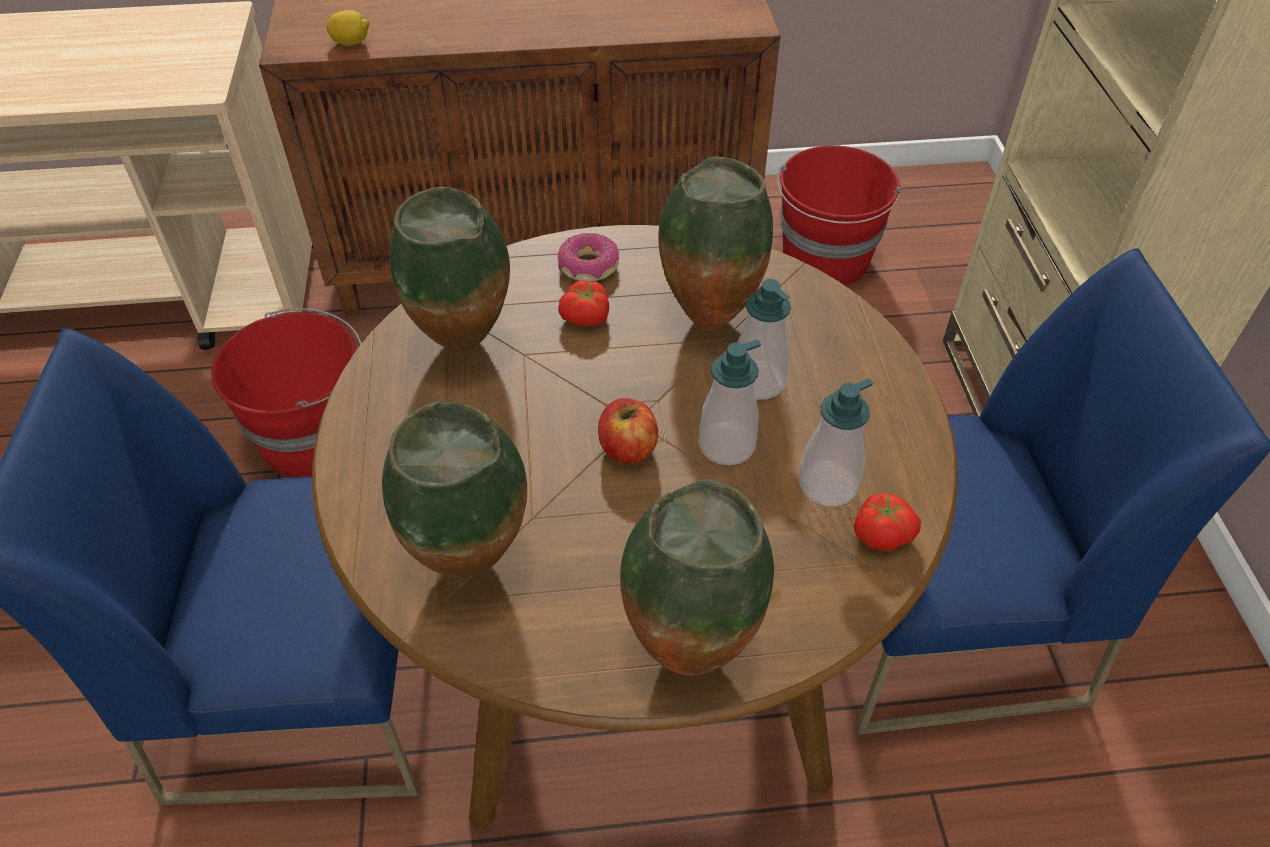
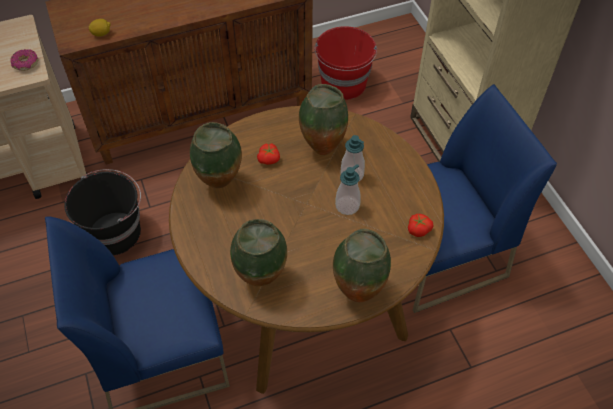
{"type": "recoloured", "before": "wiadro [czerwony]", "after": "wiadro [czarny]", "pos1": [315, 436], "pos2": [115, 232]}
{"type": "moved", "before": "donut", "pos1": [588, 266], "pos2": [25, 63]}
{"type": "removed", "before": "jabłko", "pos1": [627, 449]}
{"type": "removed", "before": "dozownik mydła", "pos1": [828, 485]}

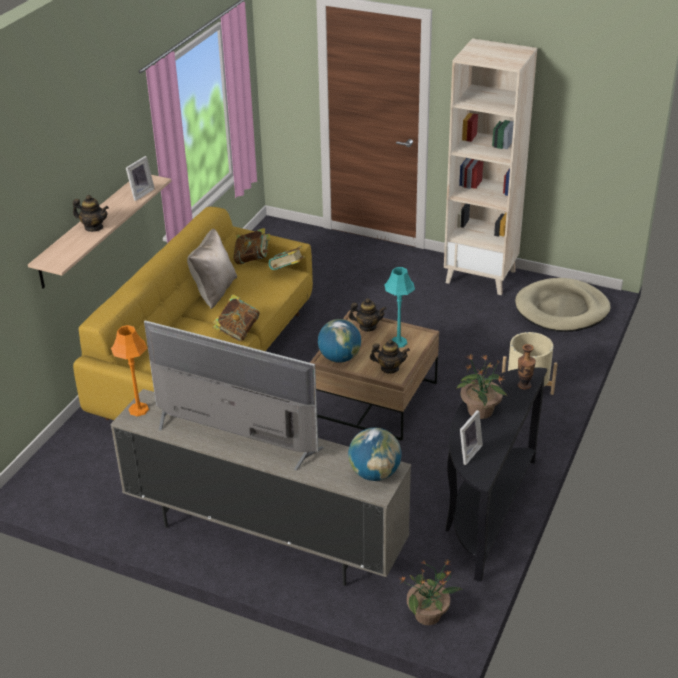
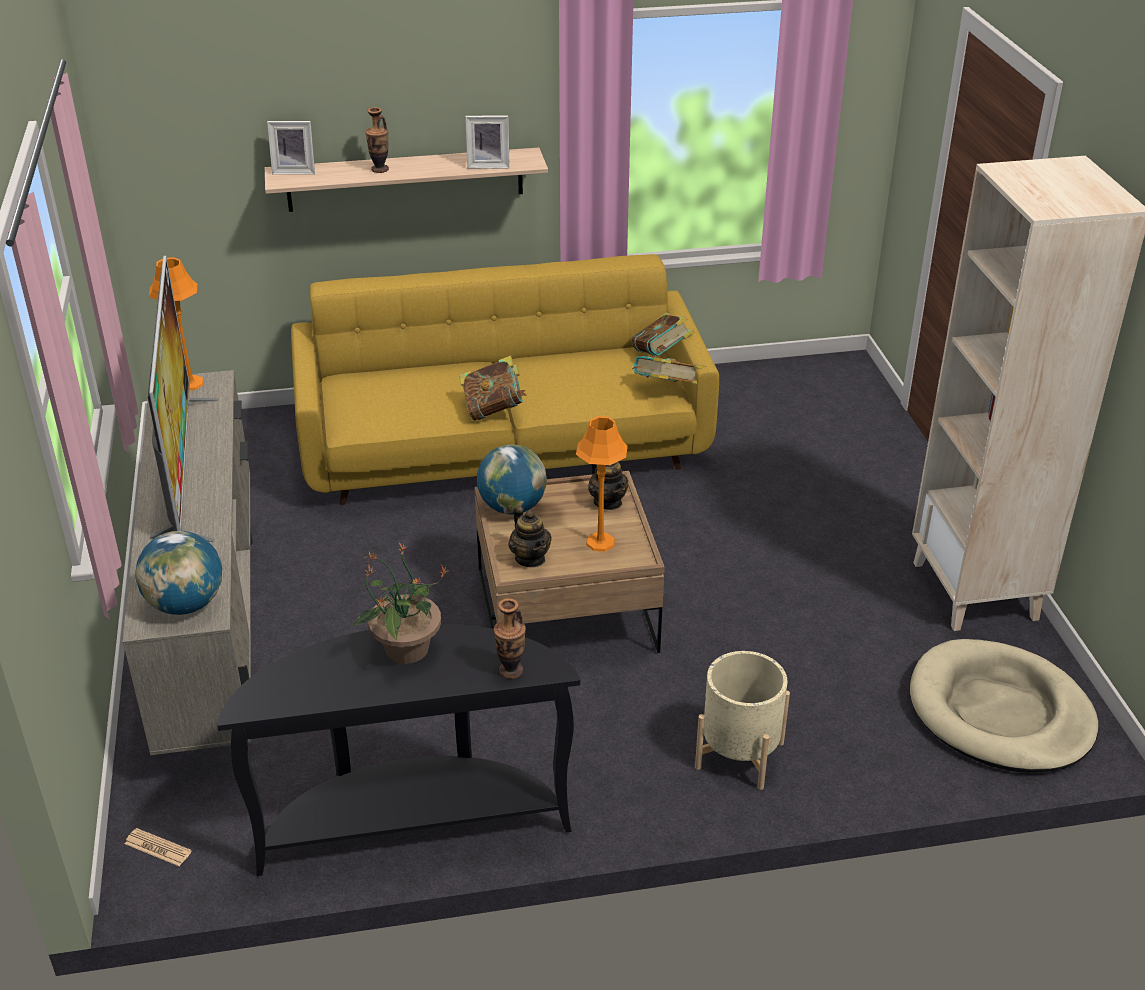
{"type": "replaced", "before": "imbryk", "after": "wazon", "pos1": [93, 227], "pos2": [380, 169]}
{"type": "removed", "before": "poduszka [beżowy]", "pos1": [214, 291]}
{"type": "recoloured", "before": "lampa stołowa [turkusowy]", "after": "lampa stołowa [pomarańczowy]", "pos1": [398, 342], "pos2": [600, 542]}
{"type": "replaced", "before": "roślina doniczkowa", "after": "gazeta", "pos1": [428, 615], "pos2": [158, 848]}
{"type": "moved", "before": "ramka na zdjęcie", "pos1": [467, 452], "pos2": [294, 170]}

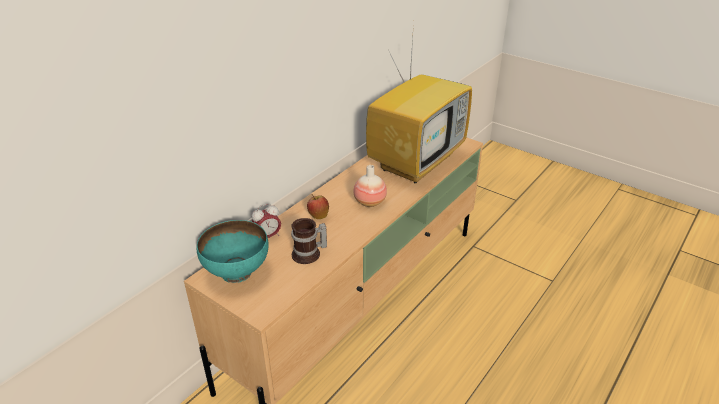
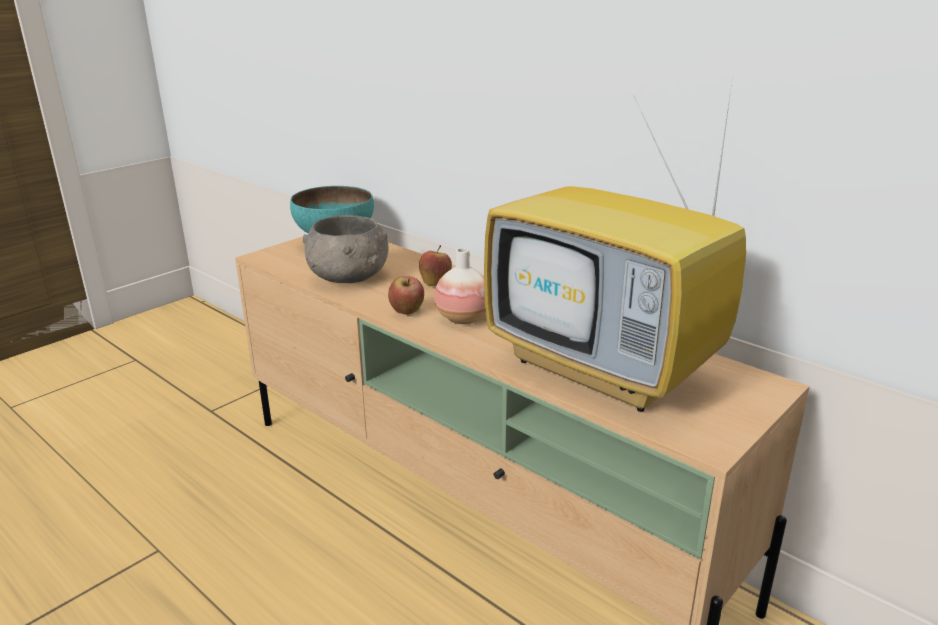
{"type": "removed", "before": "budzik", "pos1": [268, 236]}
{"type": "replaced", "before": "kubek", "after": "miska [szary]", "pos1": [309, 255], "pos2": [349, 277]}
{"type": "added", "after": "jabłko", "pos2": [407, 312]}

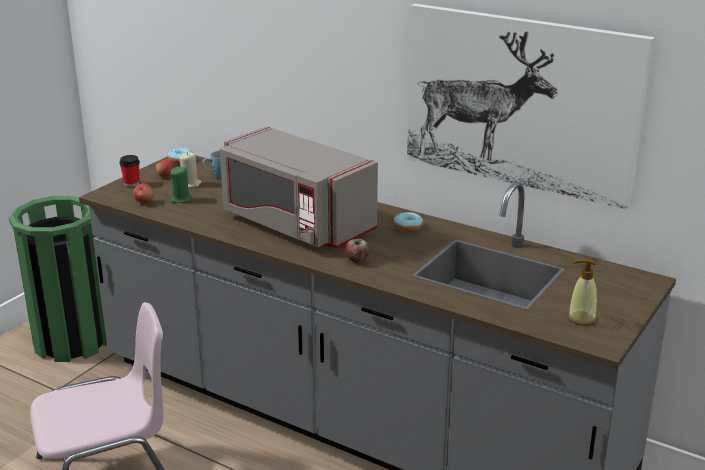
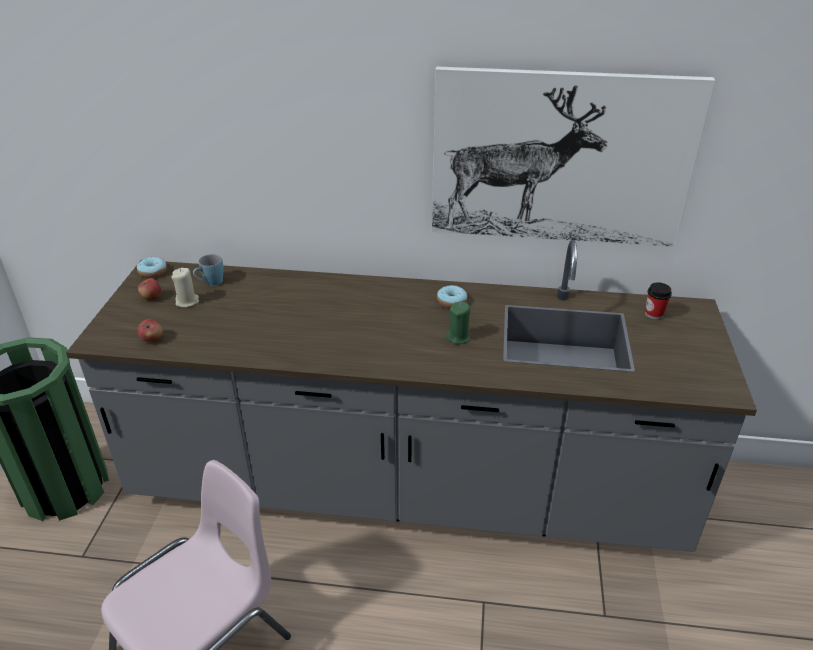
{"type": "moved", "before": "filiżanka", "pos1": [131, 184], "pos2": [654, 314]}
{"type": "moved", "before": "świeca [zielony]", "pos1": [181, 199], "pos2": [458, 337]}
{"type": "removed", "before": "mikrofalówka [szary]", "pos1": [295, 223]}
{"type": "removed", "before": "jabłko", "pos1": [357, 260]}
{"type": "removed", "before": "dozownik mydła", "pos1": [581, 319]}

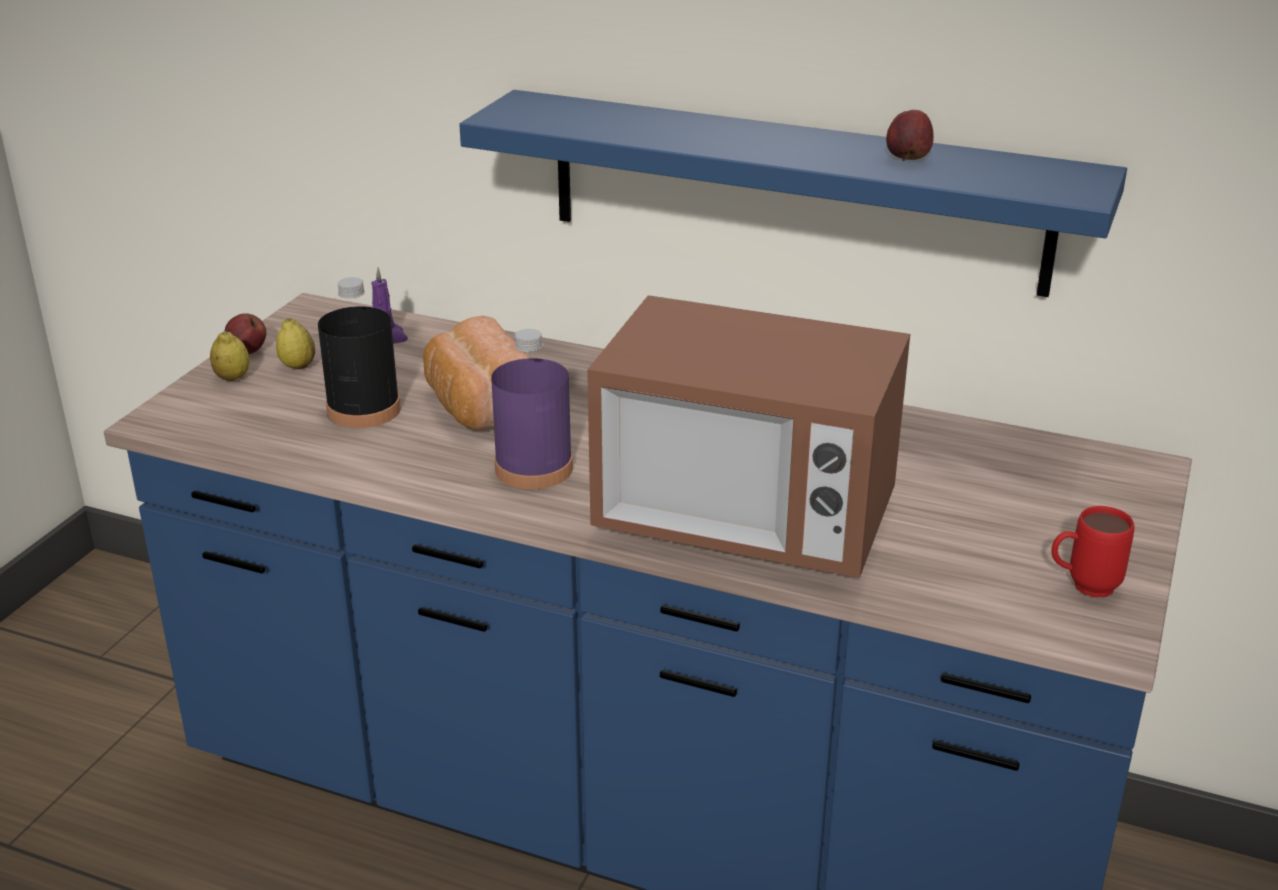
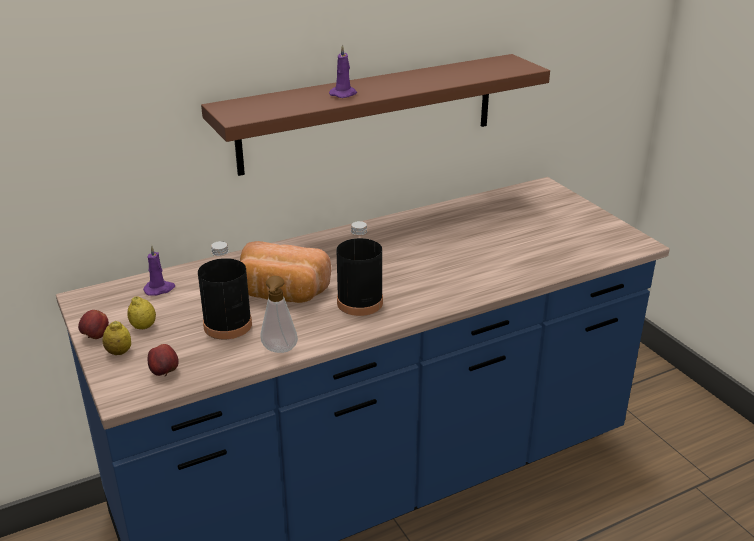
{"type": "recoloured", "before": "półka [niebieski]", "after": "półka [brązowy]", "pos1": [795, 191], "pos2": [369, 113]}
{"type": "recoloured", "before": "butelka [fioletowy]", "after": "butelka [czarny]", "pos1": [534, 468], "pos2": [360, 303]}
{"type": "removed", "before": "mikrofalówka", "pos1": [744, 521]}
{"type": "moved", "before": "jabłko", "pos1": [908, 159], "pos2": [165, 373]}
{"type": "removed", "before": "kubek [czerwony]", "pos1": [1082, 587]}
{"type": "added", "after": "dozownik mydła", "pos2": [279, 351]}
{"type": "added", "after": "świeca [fioletowy]", "pos2": [344, 94]}

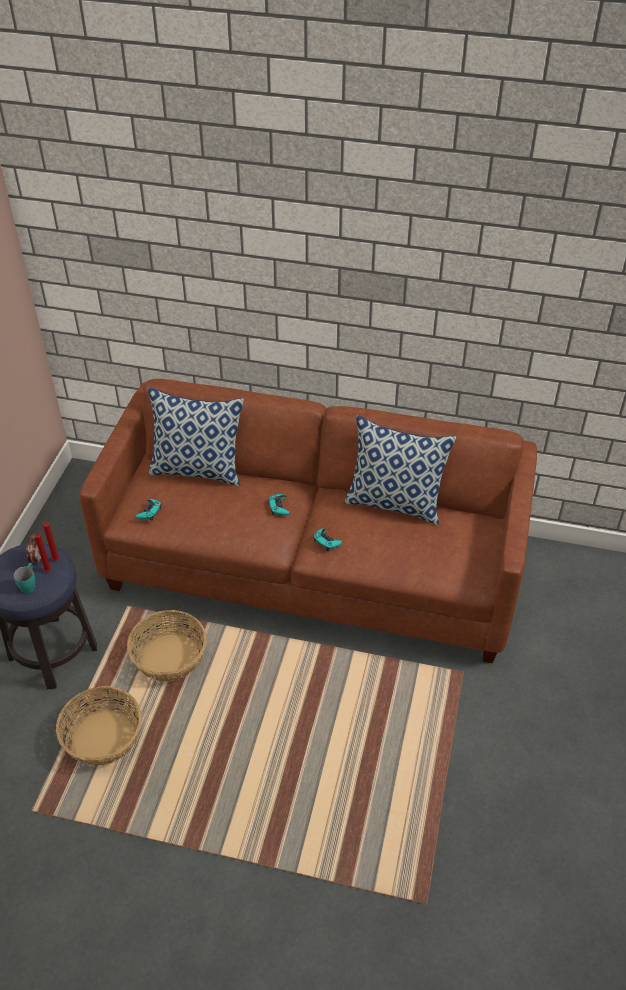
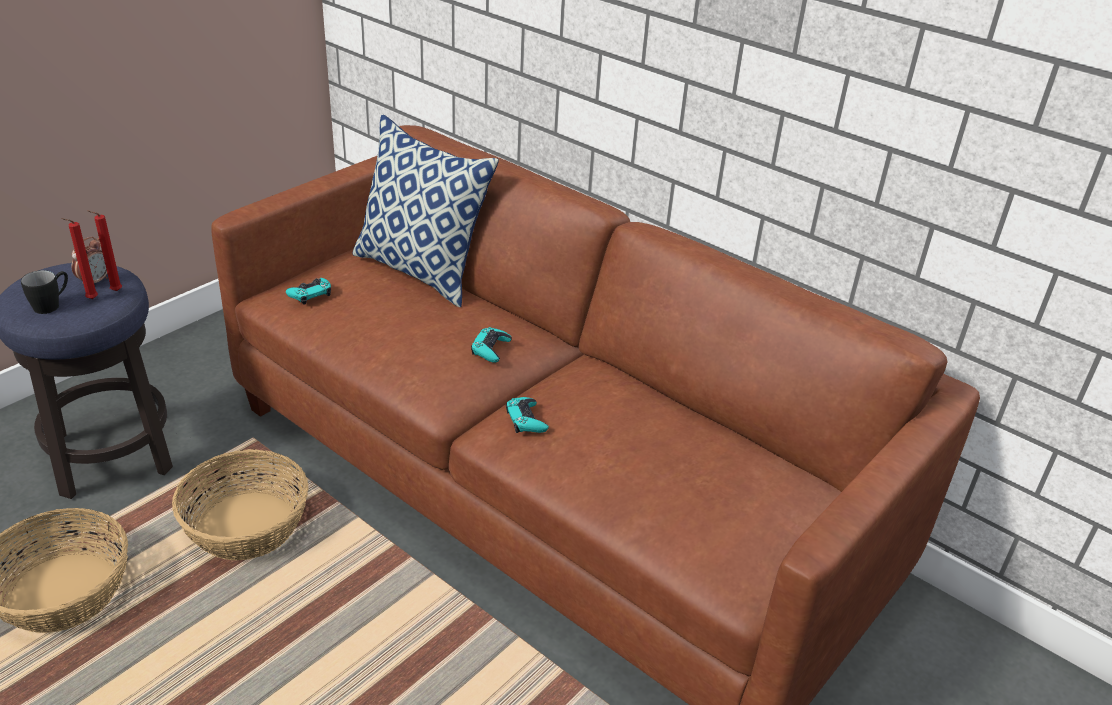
{"type": "recoloured", "before": "kubek [turkusowy]", "after": "kubek [czarny]", "pos1": [29, 584], "pos2": [52, 304]}
{"type": "removed", "before": "poduszka", "pos1": [395, 503]}

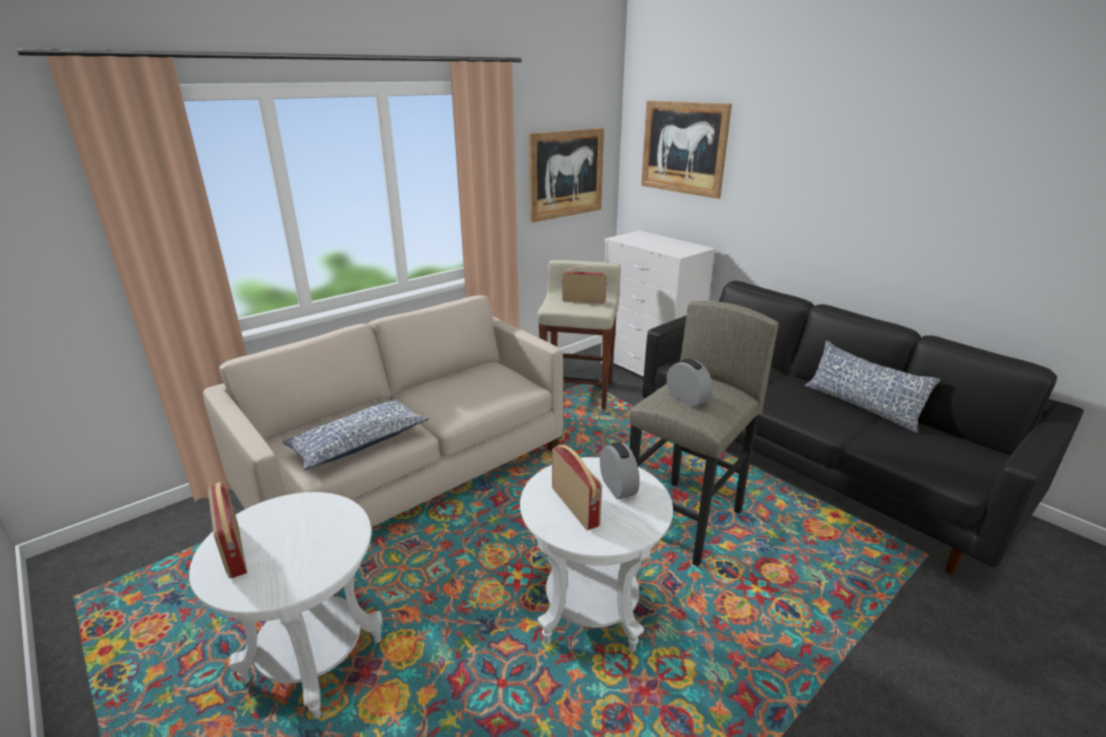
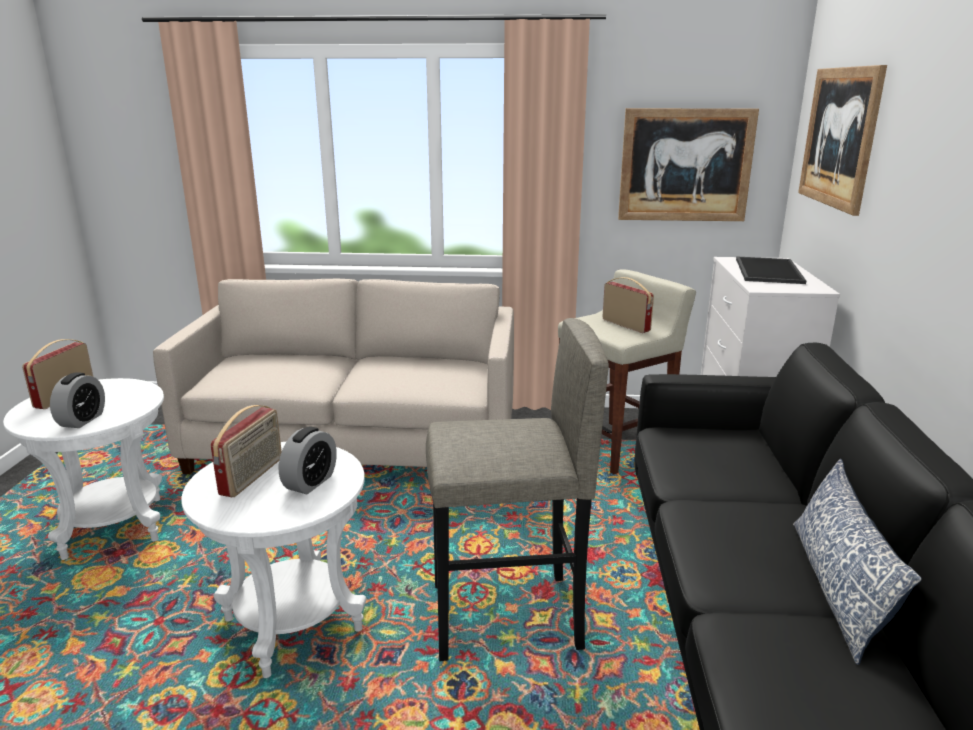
{"type": "removed", "before": "poduszka", "pos1": [358, 443]}
{"type": "moved", "before": "budzik", "pos1": [687, 399], "pos2": [82, 420]}
{"type": "added", "after": "taca", "pos2": [766, 270]}

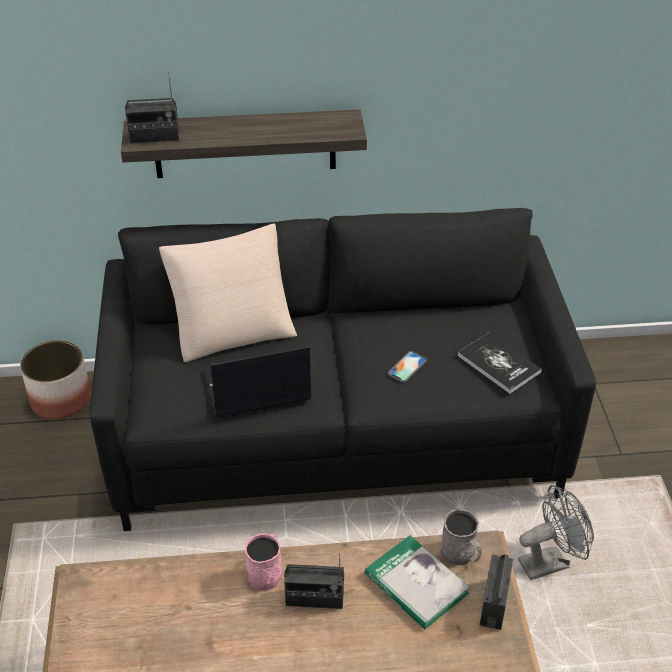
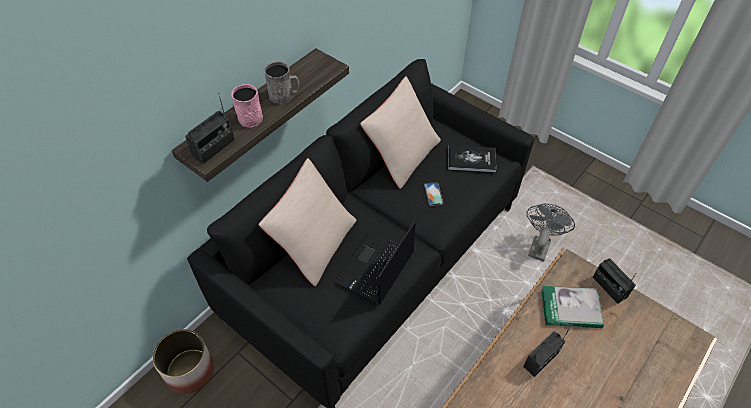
{"type": "moved", "before": "kubek [różowy]", "pos1": [266, 571], "pos2": [248, 116]}
{"type": "moved", "before": "kubek [szary]", "pos1": [461, 554], "pos2": [284, 95]}
{"type": "added", "after": "poduszka [beżowy]", "pos2": [401, 154]}

